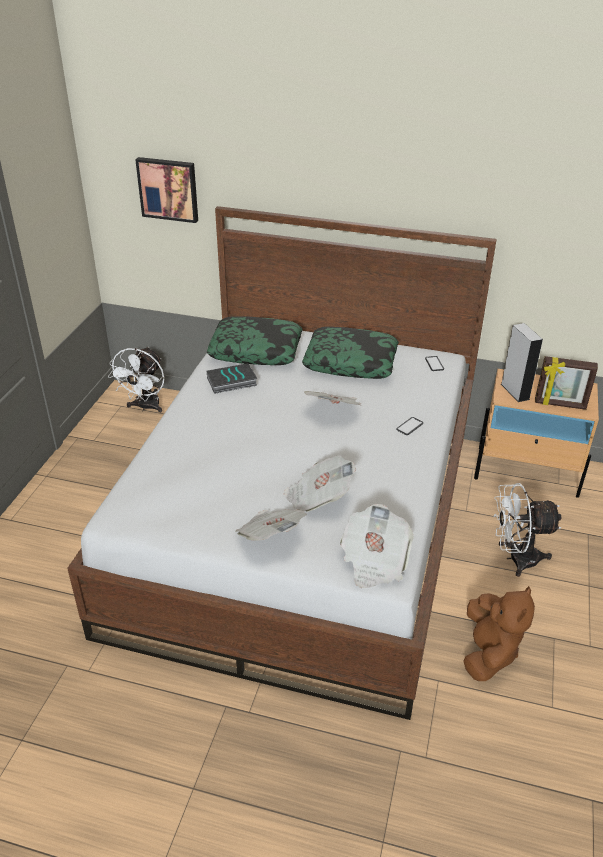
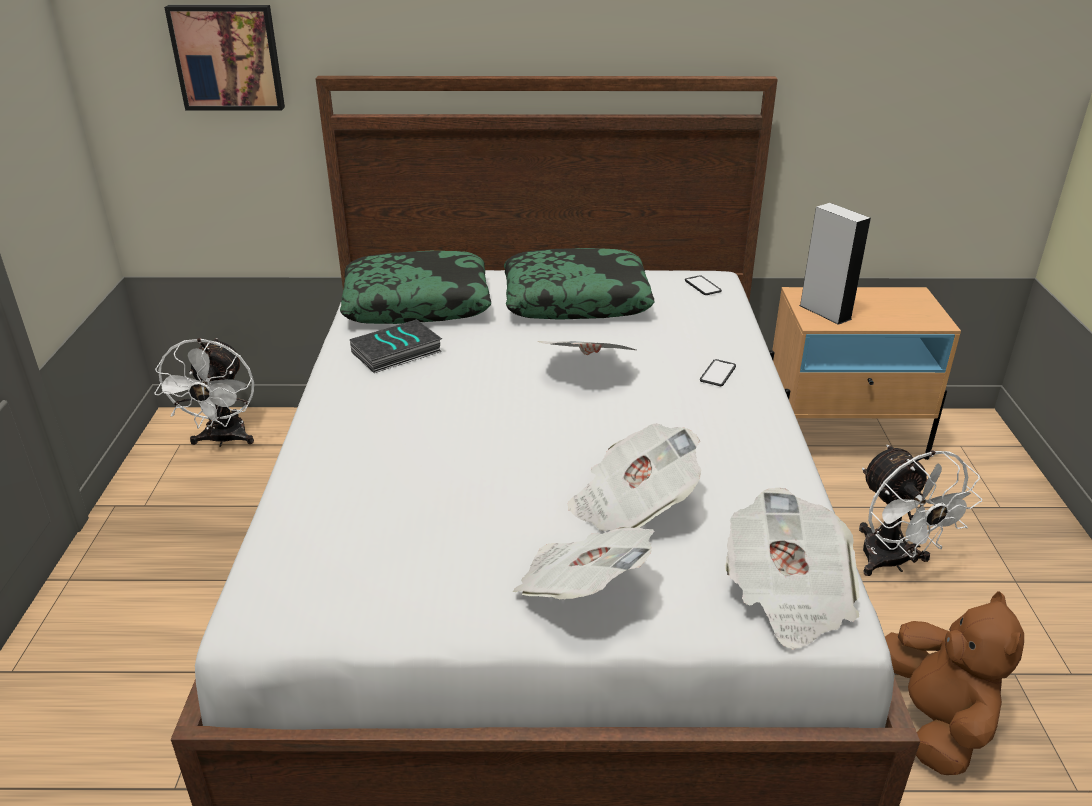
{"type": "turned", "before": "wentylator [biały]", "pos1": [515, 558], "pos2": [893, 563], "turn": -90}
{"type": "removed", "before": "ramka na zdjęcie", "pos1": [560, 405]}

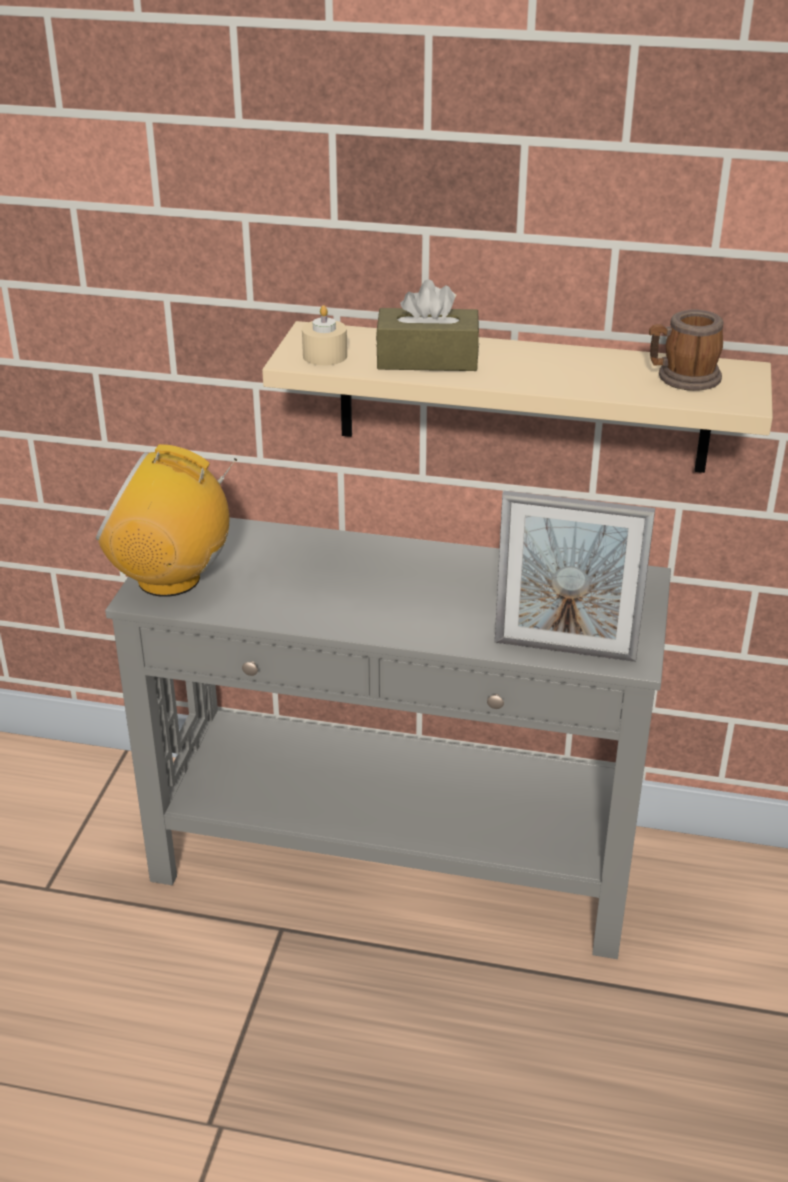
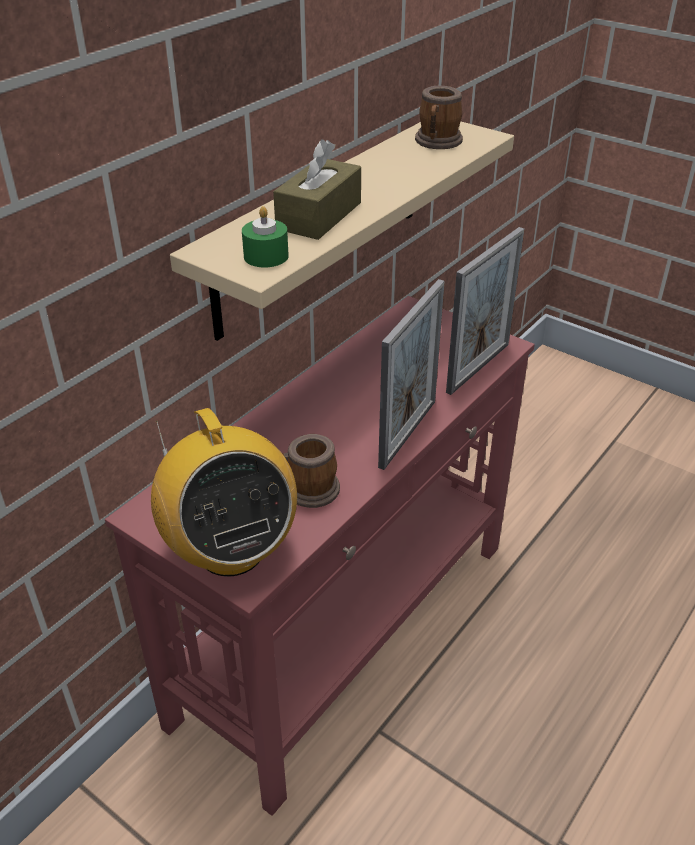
{"type": "turned", "before": "radio", "pos1": [170, 579], "pos2": [230, 550], "turn": -60}
{"type": "recoloured", "before": "stolik konsolowy [szary]", "after": "stolik konsolowy [czerwony]", "pos1": [396, 861], "pos2": [348, 629]}
{"type": "recoloured", "before": "świeca [beżowy]", "after": "świeca [zielony]", "pos1": [325, 356], "pos2": [266, 256]}
{"type": "added", "after": "kubek", "pos2": [305, 490]}
{"type": "added", "after": "ramka na zdjęcie", "pos2": [407, 433]}

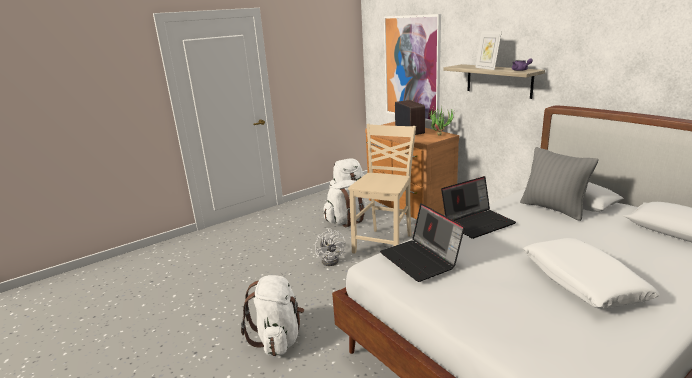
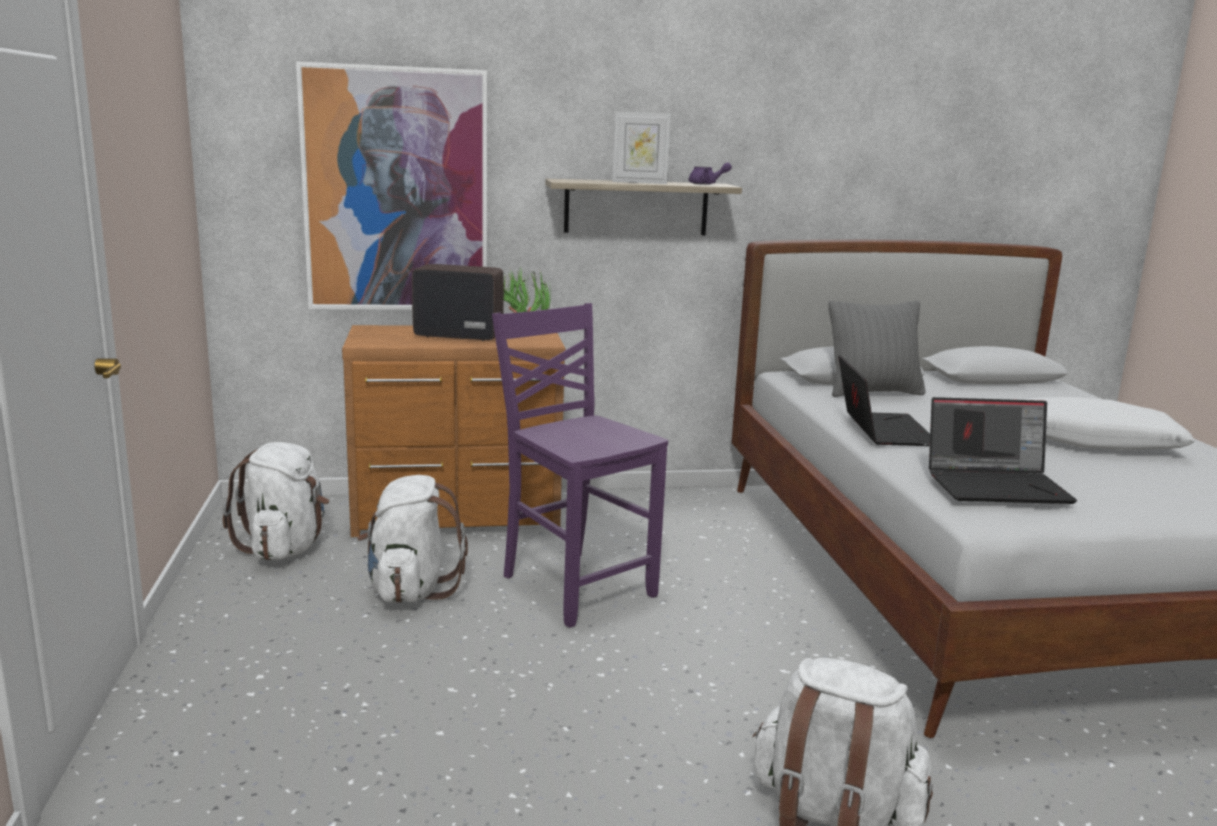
{"type": "removed", "before": "wentylator [biały]", "pos1": [332, 260]}
{"type": "recoloured", "before": "krzesło [beżowy]", "after": "krzesło [fioletowy]", "pos1": [385, 243], "pos2": [575, 585]}

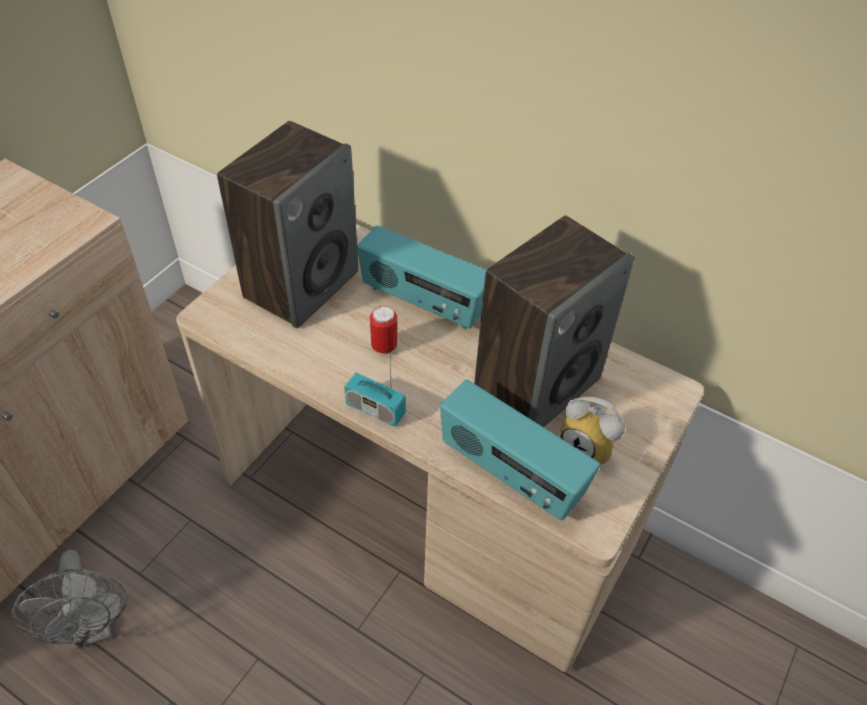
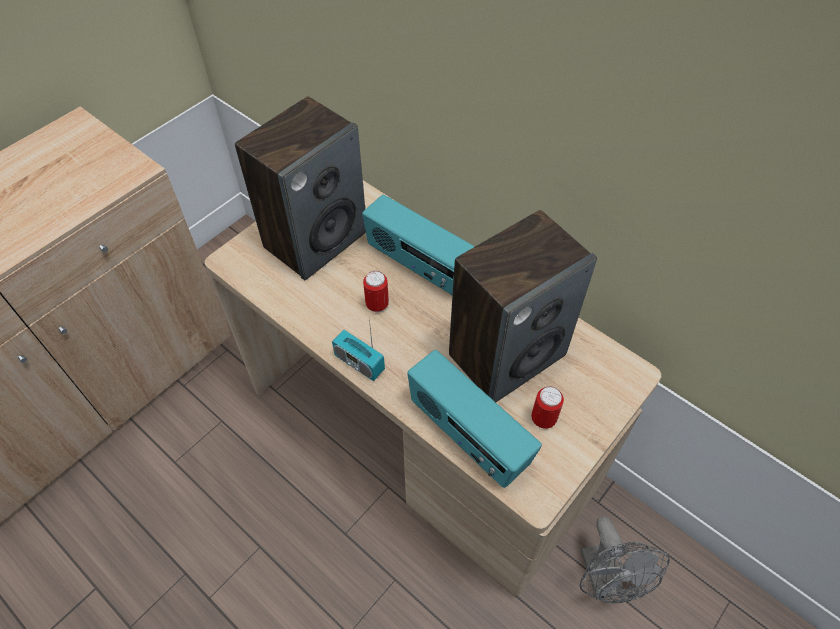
{"type": "moved", "before": "wentylator [szary]", "pos1": [94, 627], "pos2": [605, 581]}
{"type": "replaced", "before": "budzik", "after": "puszka", "pos1": [588, 446], "pos2": [543, 419]}

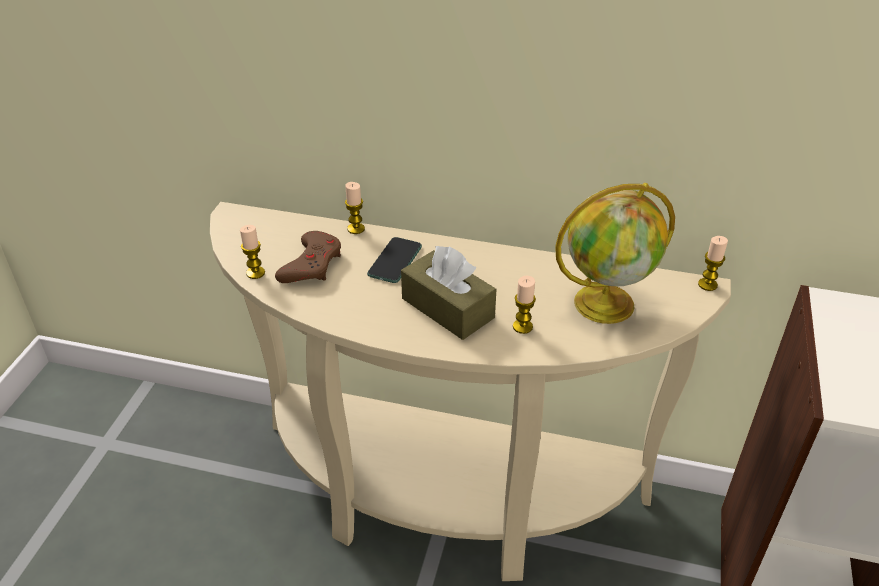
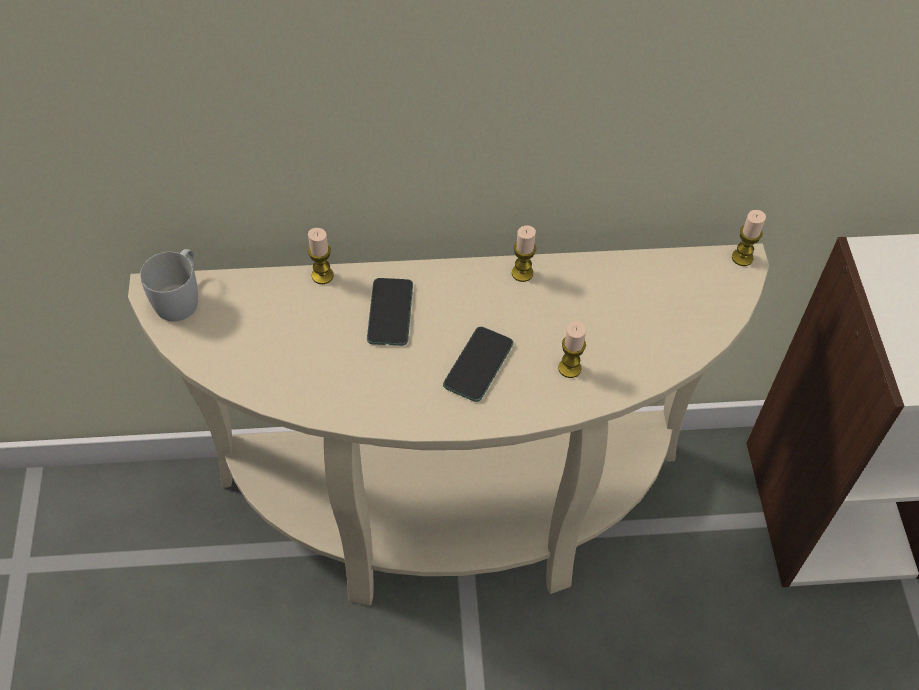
{"type": "moved", "before": "świeca", "pos1": [255, 273], "pos2": [522, 273]}
{"type": "removed", "before": "pad do gier [brązowy]", "pos1": [312, 264]}
{"type": "replaced", "before": "pudełko chusteczek [brązowy]", "after": "telefon", "pos1": [447, 308], "pos2": [478, 365]}
{"type": "removed", "before": "globus", "pos1": [605, 303]}
{"type": "added", "after": "kubek [biały]", "pos2": [181, 297]}

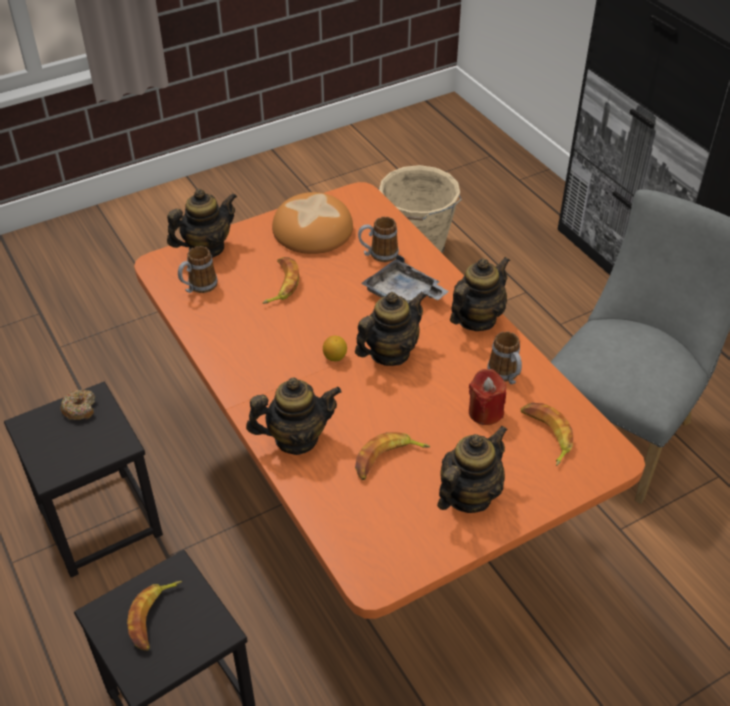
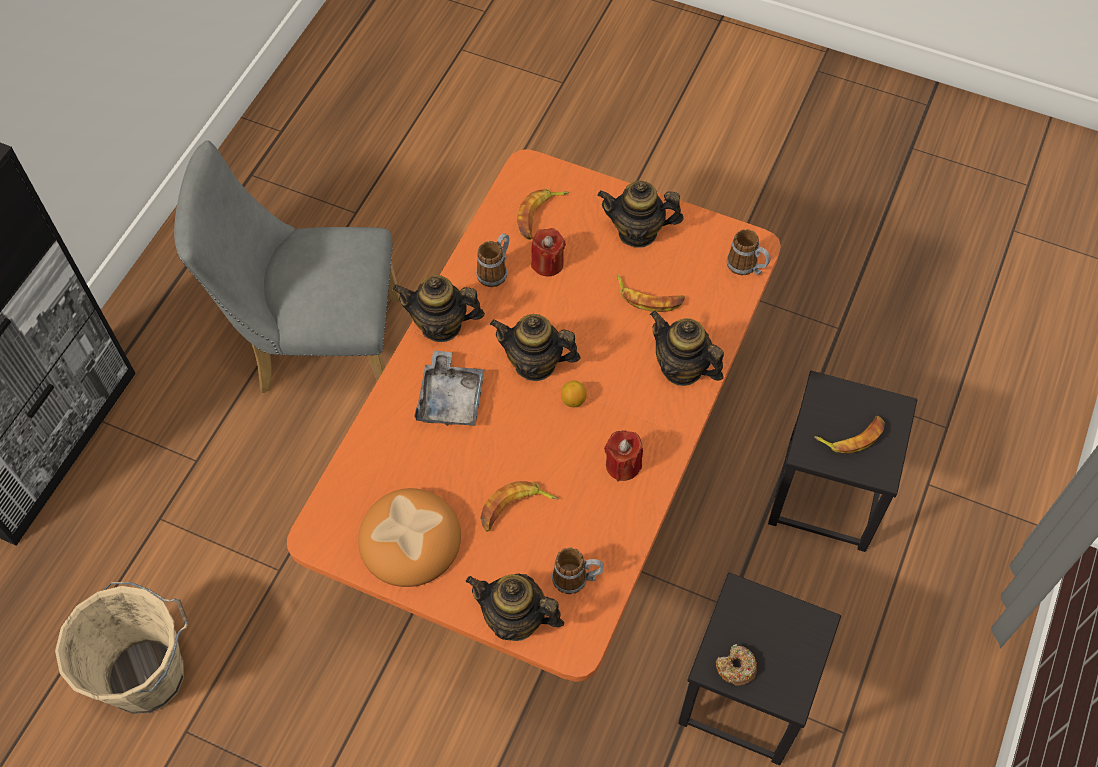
{"type": "moved", "before": "kubek", "pos1": [378, 255], "pos2": [747, 267]}
{"type": "added", "after": "świeca [czerwony]", "pos2": [623, 465]}

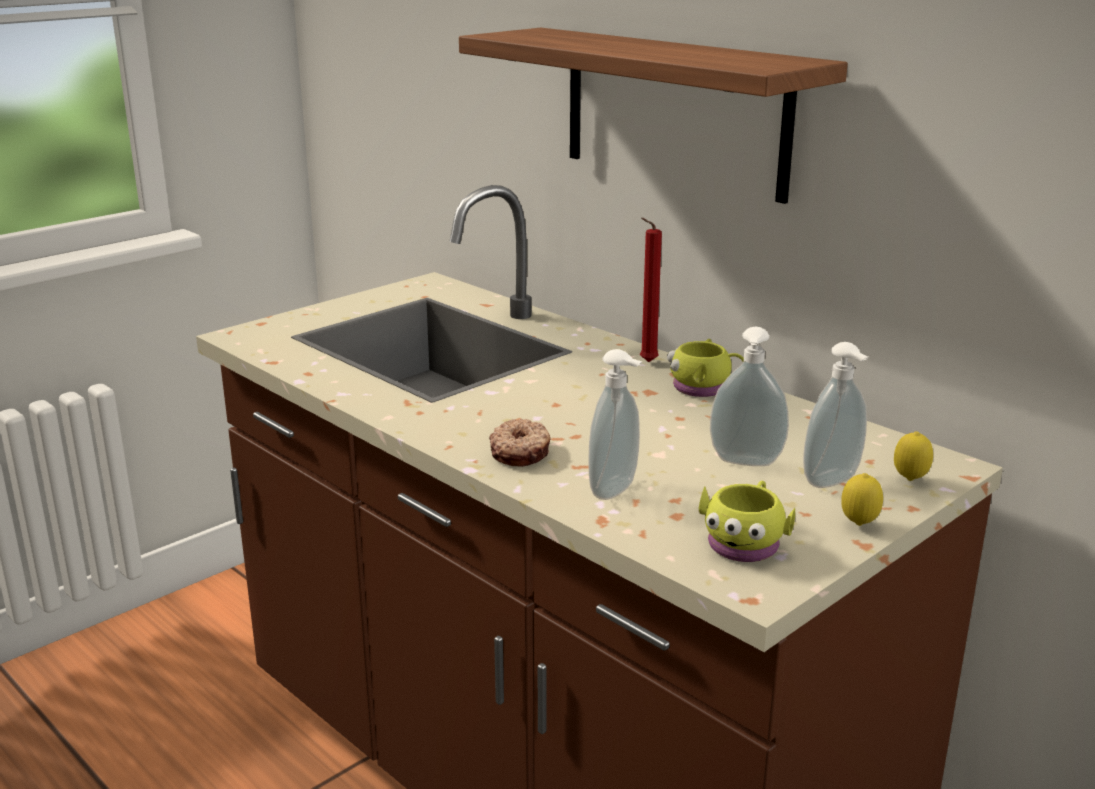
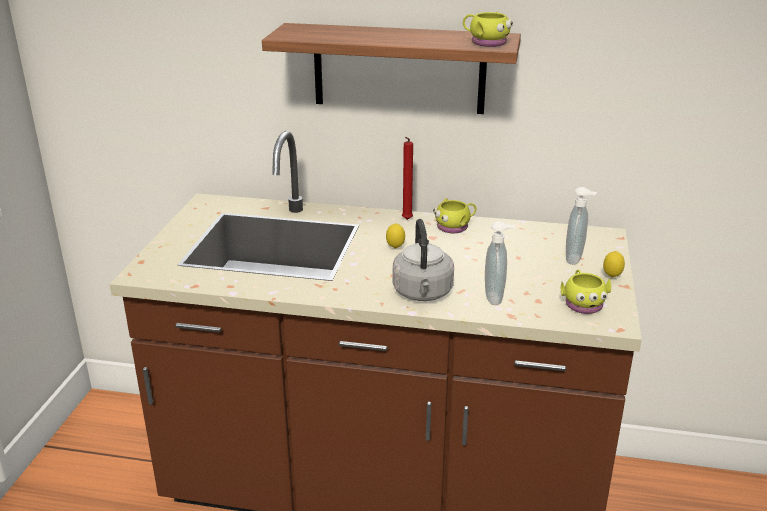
{"type": "replaced", "before": "donut", "after": "czajnik [szary]", "pos1": [521, 452], "pos2": [423, 293]}
{"type": "removed", "before": "dozownik mydła", "pos1": [745, 463]}
{"type": "moved", "before": "cytryna", "pos1": [910, 480], "pos2": [395, 248]}
{"type": "added", "after": "kubek [żółty]", "pos2": [485, 42]}

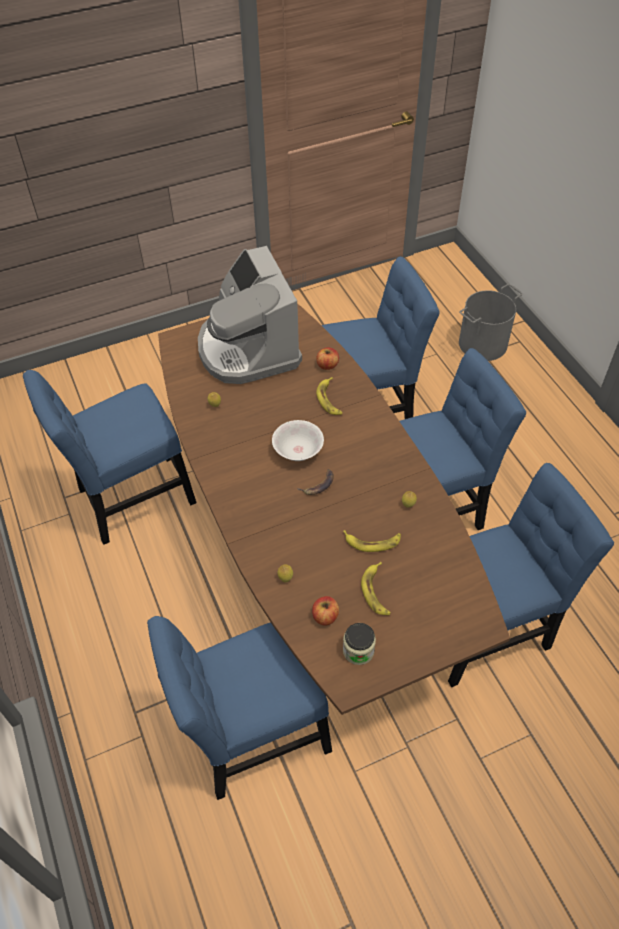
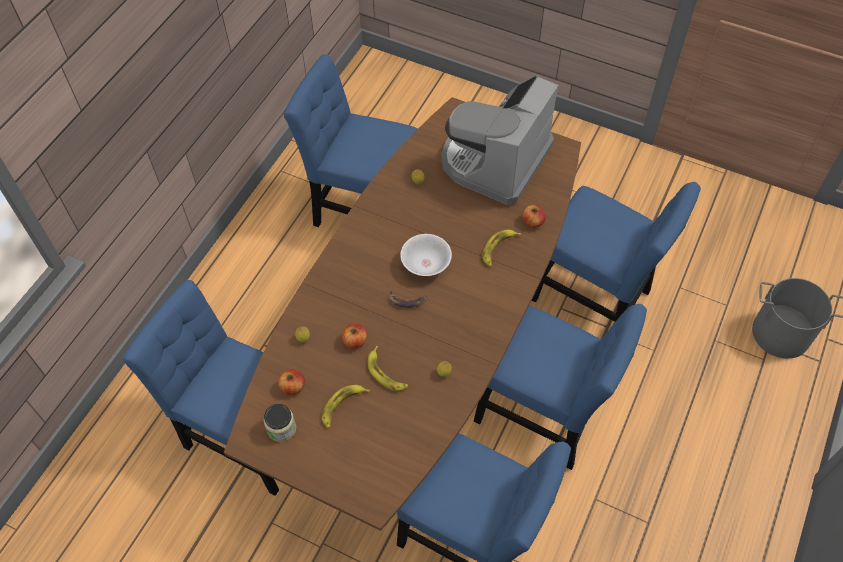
{"type": "added", "after": "jabłko", "pos2": [355, 341]}

